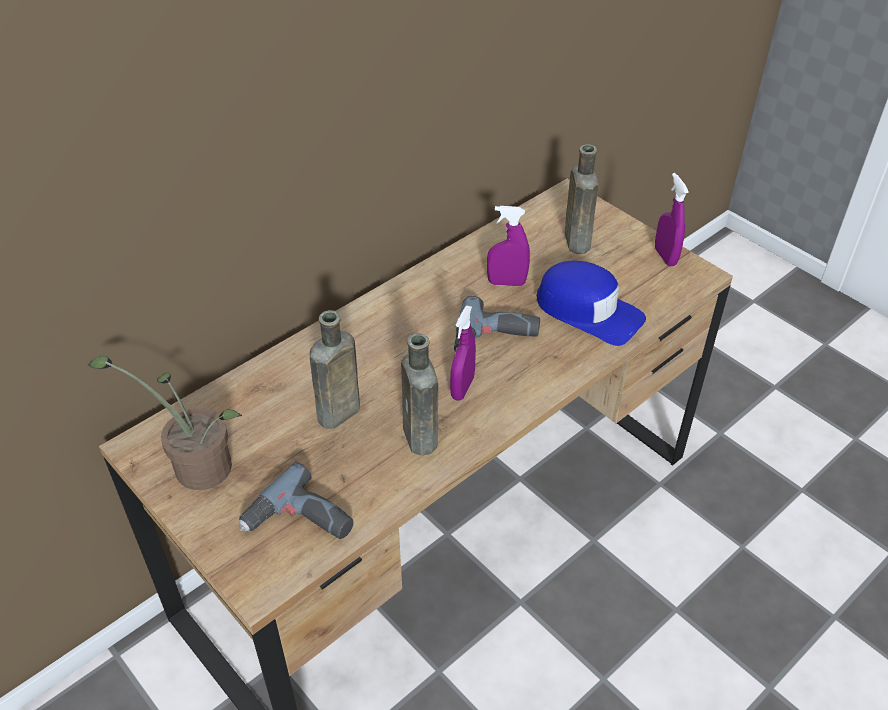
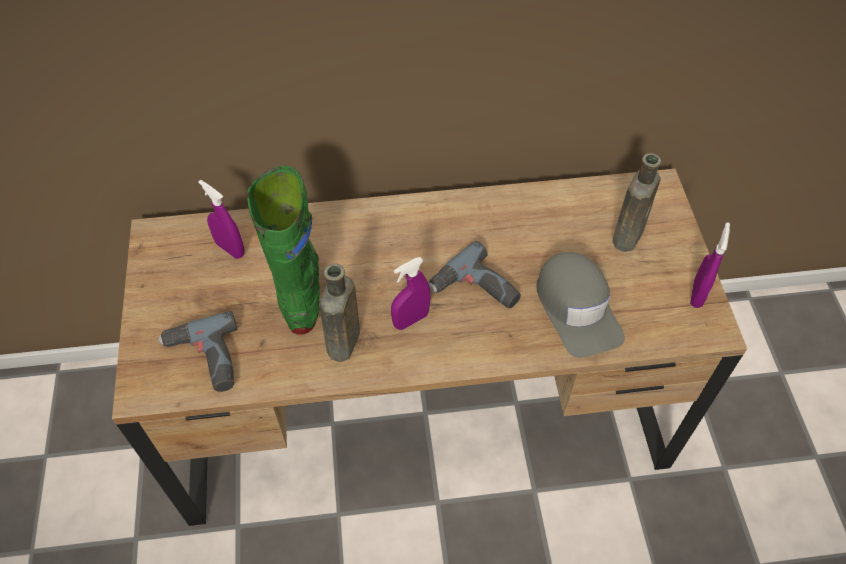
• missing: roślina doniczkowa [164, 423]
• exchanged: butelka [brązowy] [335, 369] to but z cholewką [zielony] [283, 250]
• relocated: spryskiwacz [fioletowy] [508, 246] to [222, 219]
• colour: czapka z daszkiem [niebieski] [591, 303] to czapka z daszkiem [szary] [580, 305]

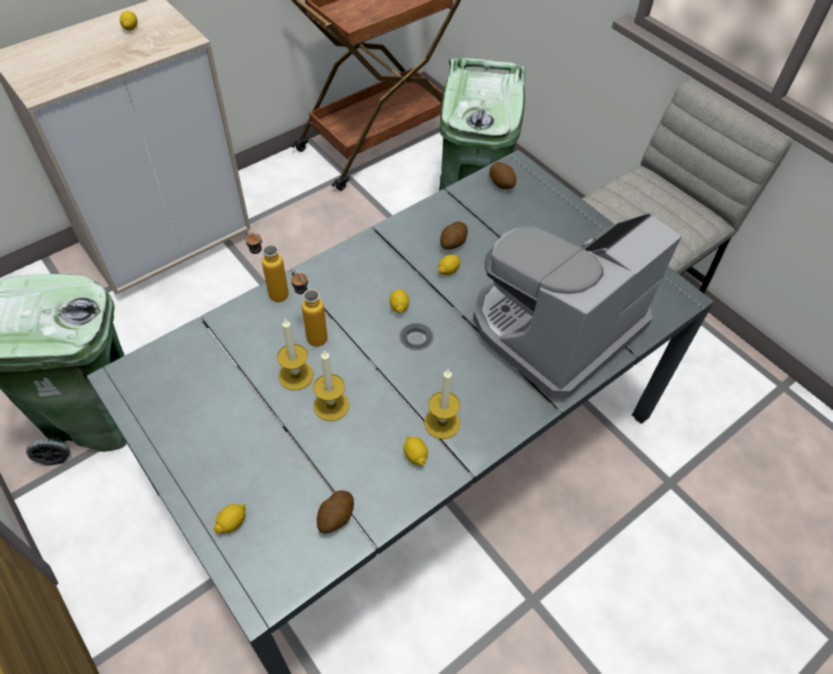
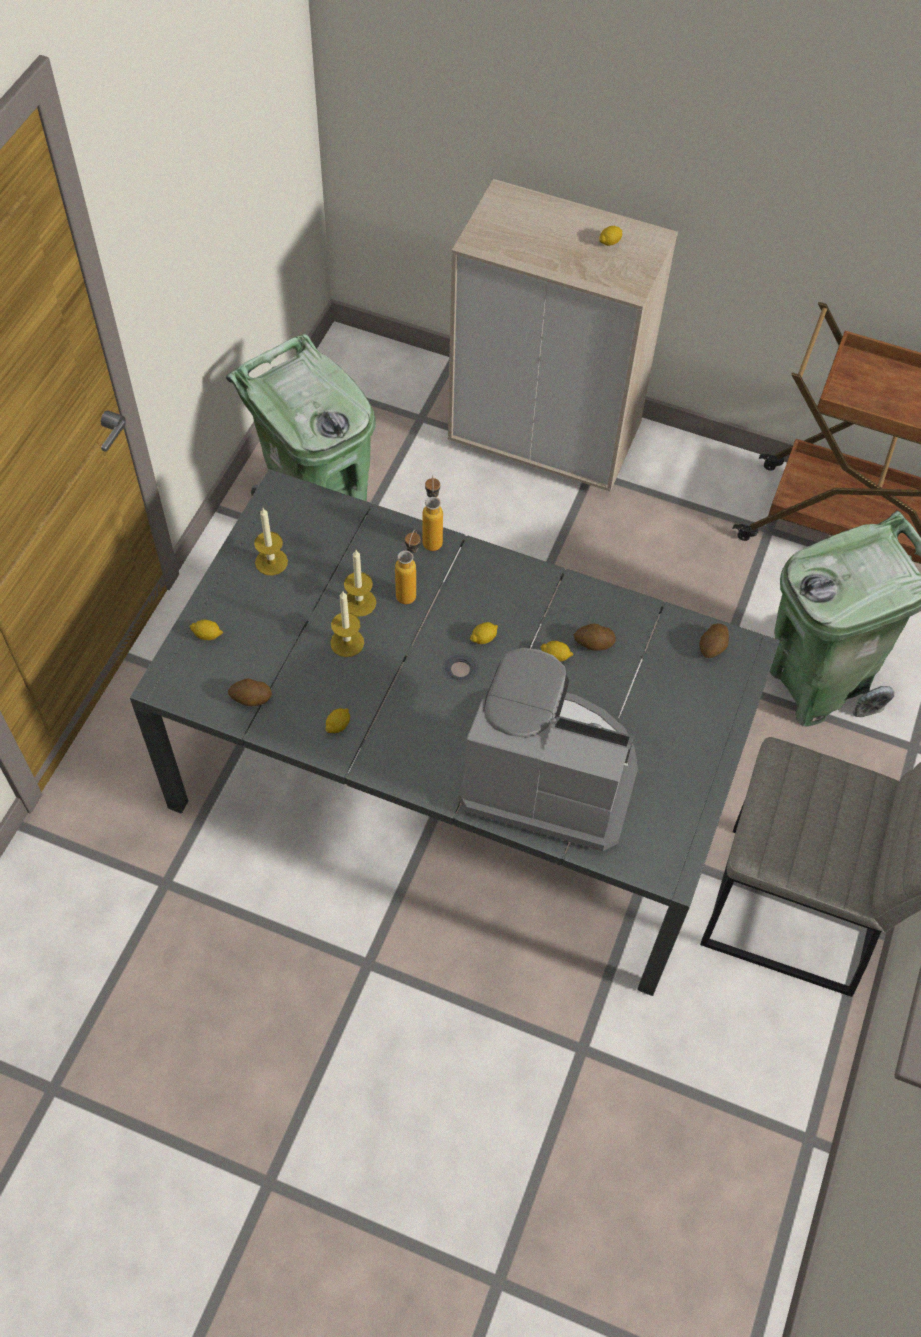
• relocated: świeca [442, 404] to [271, 541]

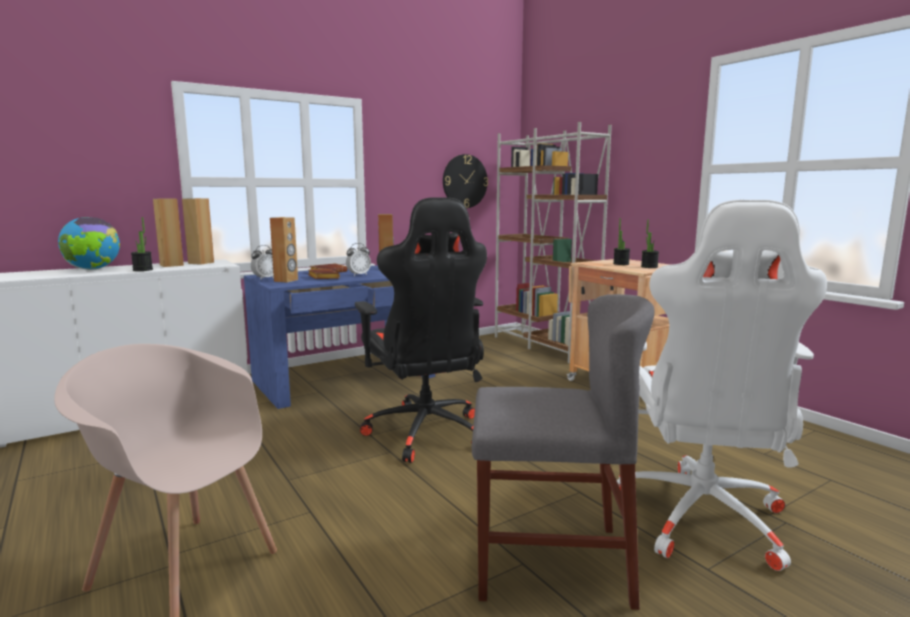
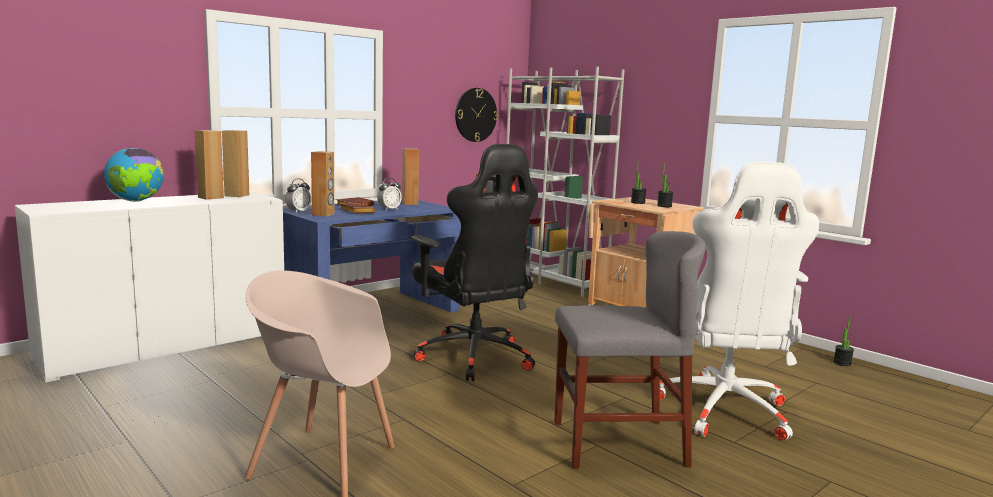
• relocated: roślina doniczkowa [142, 244] to [843, 341]
• colour: regał [brązowy] [553, 243] to regał [biały] [565, 182]

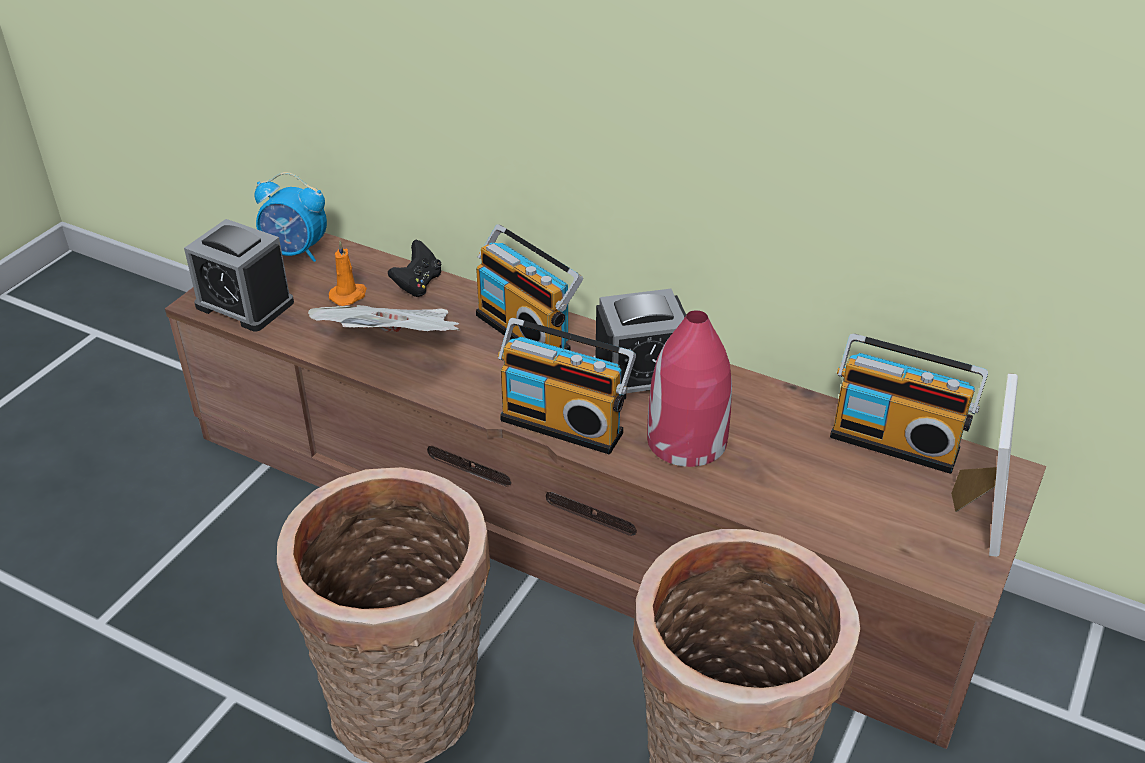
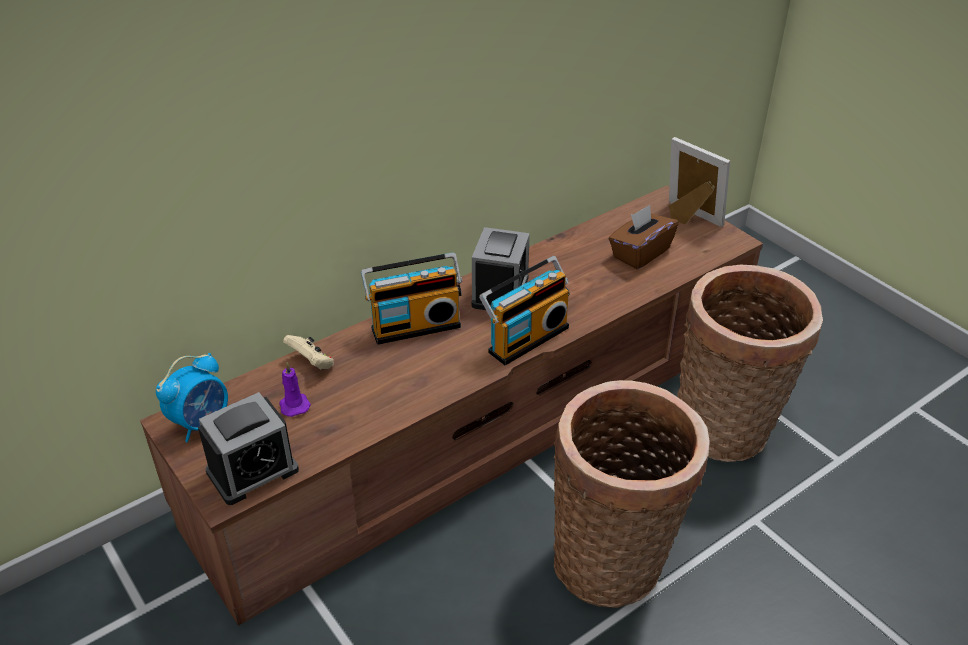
• missing: gazeta [384, 318]
• colour: świeca [pomarańczowy] [348, 273] to świeca [fioletowy] [295, 389]
• colour: pad do gier [czarny] [414, 268] to pad do gier [beżowy] [308, 352]
• missing: wazon [czerwony] [689, 388]
• missing: radio [909, 404]
• appeared: pudełko chusteczek [brązowy] [643, 237]

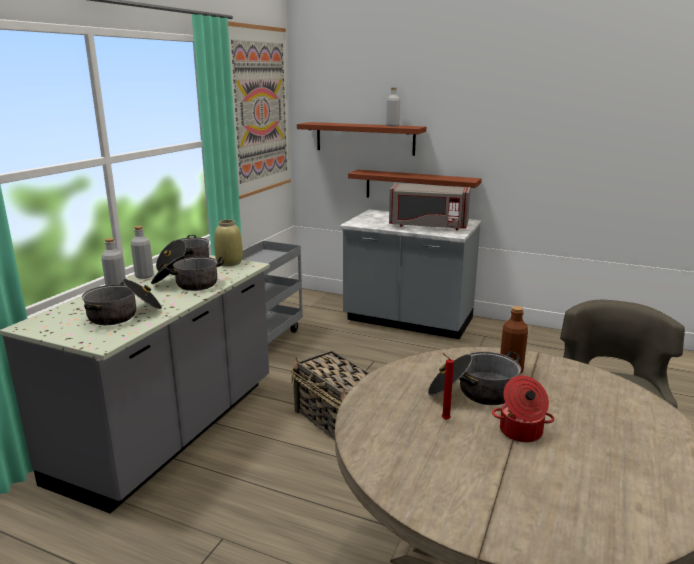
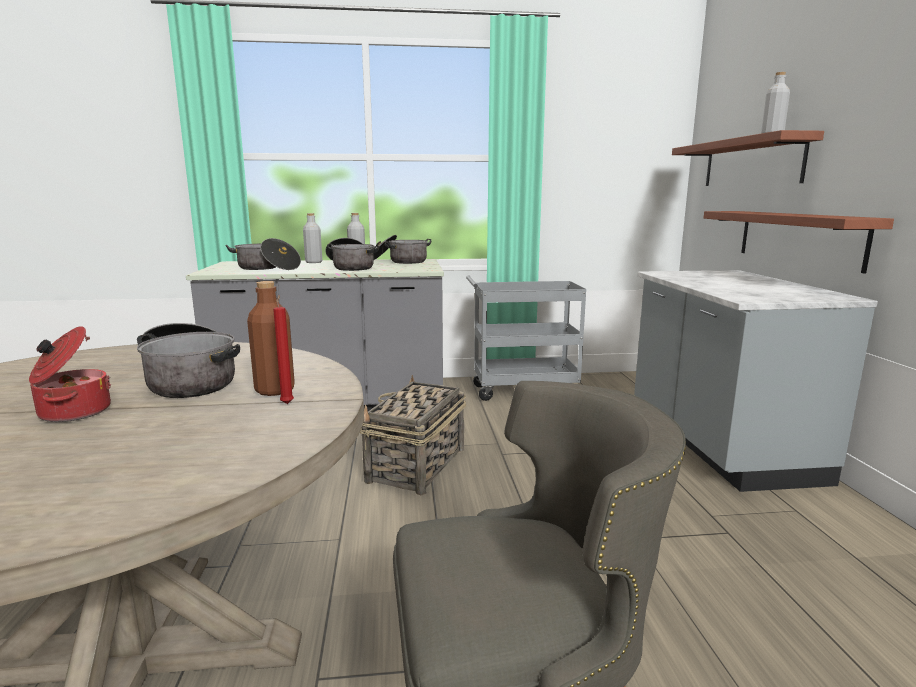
• missing: wazon [beżowy] [228, 243]
• missing: obraz [259, 110]
• missing: mikrofalówka [szary] [430, 207]
• relocated: świeca [czerwony] [448, 386] to [283, 349]

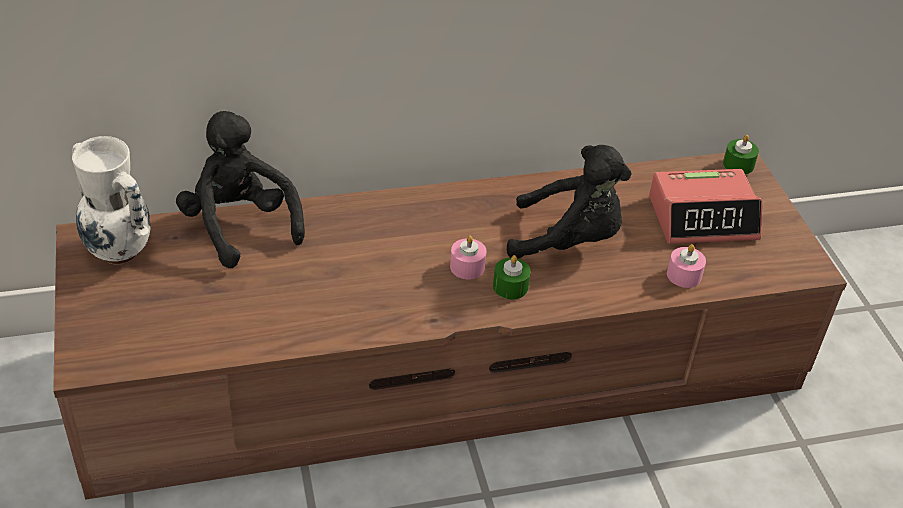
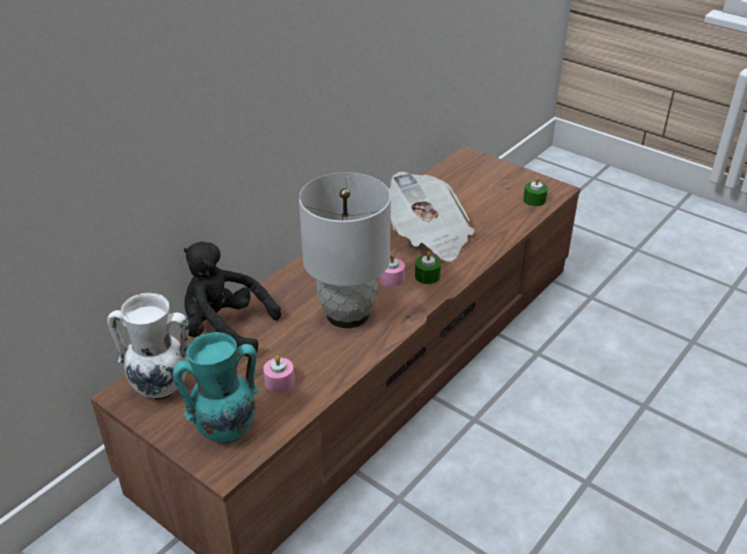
• exchanged: pluszak [czarny] [569, 202] to gazeta [431, 216]
• missing: budzik [705, 206]
• relocated: świeca [różowy] [686, 266] to [278, 374]
• relocated: świeca [zielony] [741, 154] to [535, 191]
• appeared: wazon [turkusowy] [216, 388]
• appeared: lampa stołowa [biały] [345, 250]

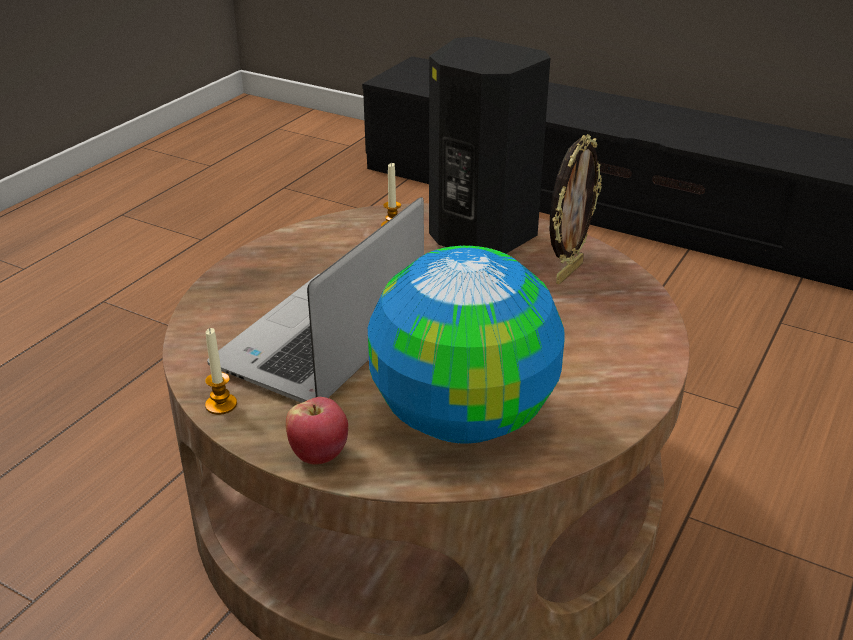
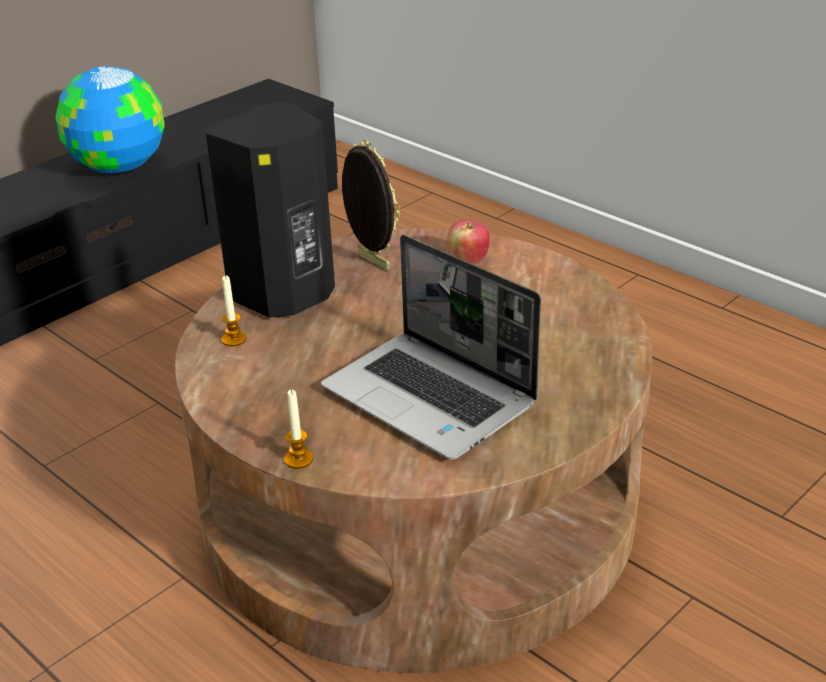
• relocated: świeca [221, 371] to [298, 429]
• relocated: jabłko [317, 430] to [469, 242]
• relocated: globus [466, 345] to [110, 119]

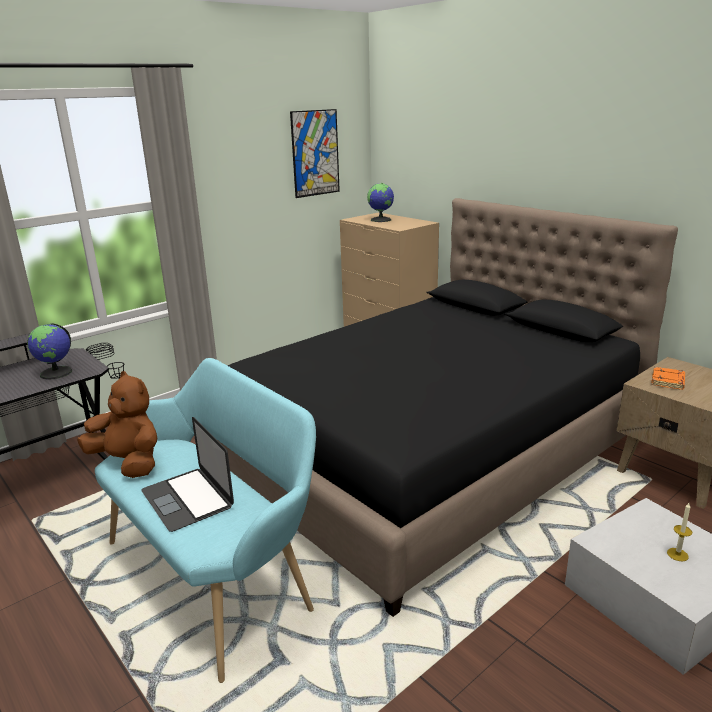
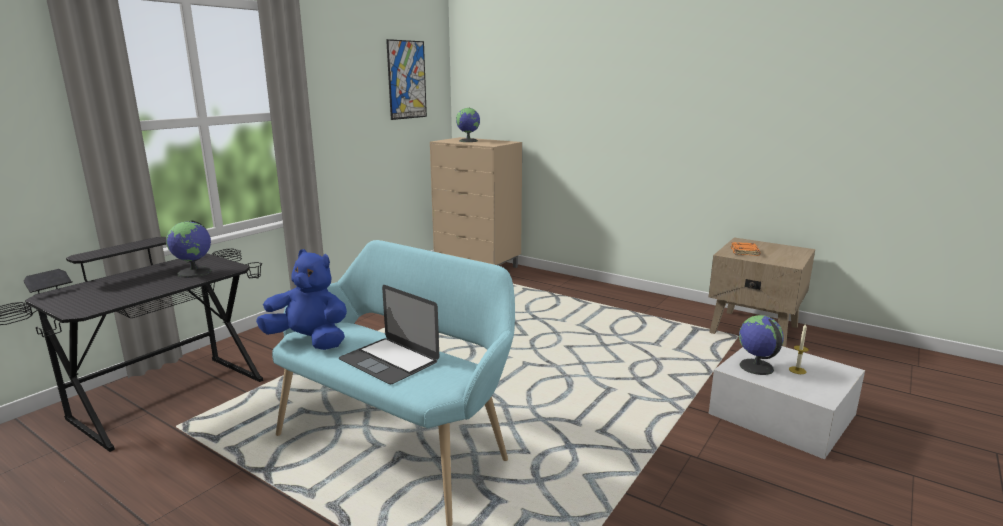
• colour: pluszak [brązowy] [117, 424] to pluszak [niebieski] [301, 299]
• missing: łóżko [czarny] [448, 407]
• appeared: globus [761, 345]

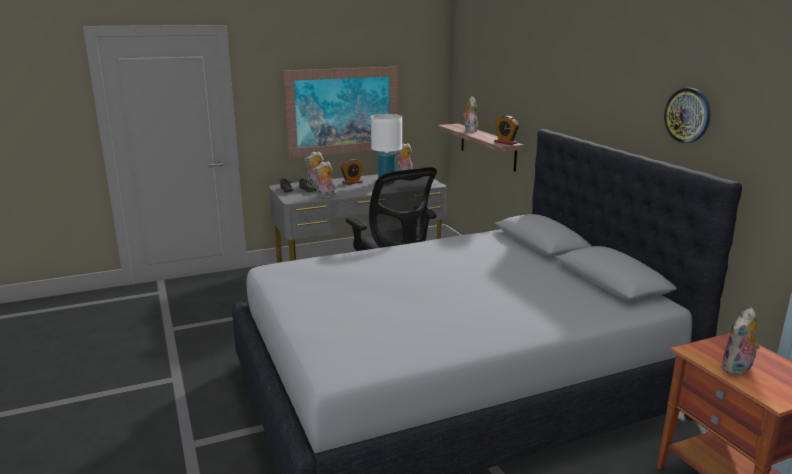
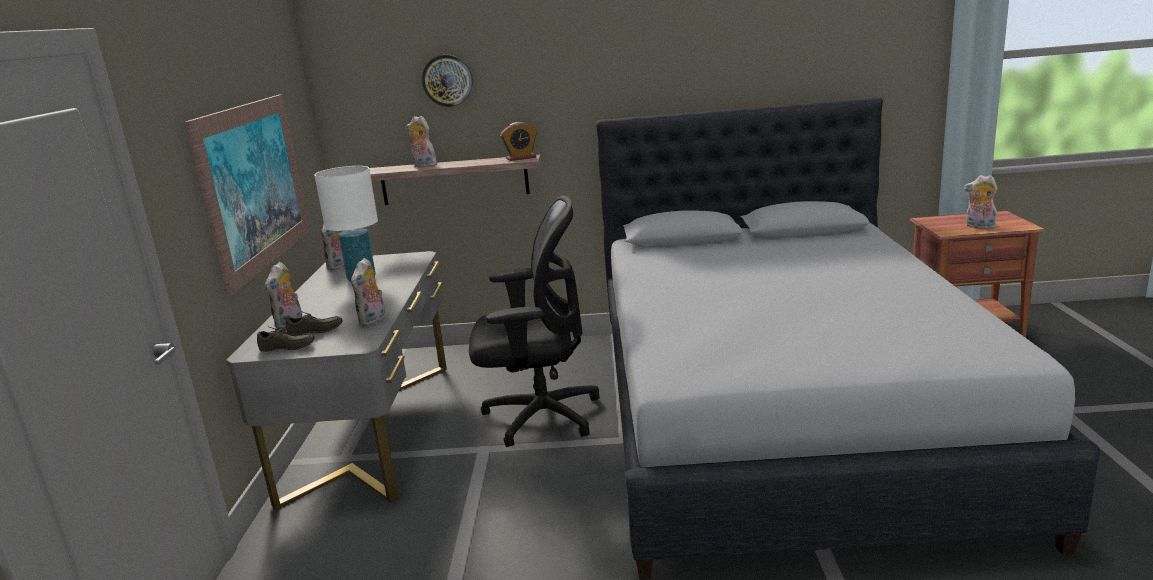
• missing: budzik [352, 172]
• relocated: zegar ścienny [687, 115] to [447, 81]
• spun: pluszak [740, 341] = [981, 202] 135 degrees clockwise

